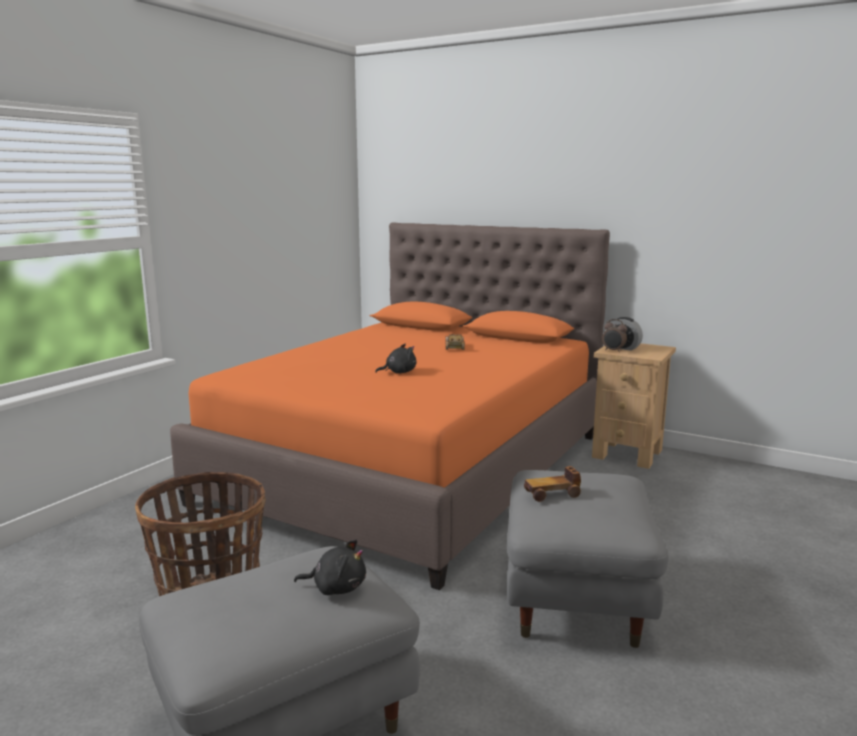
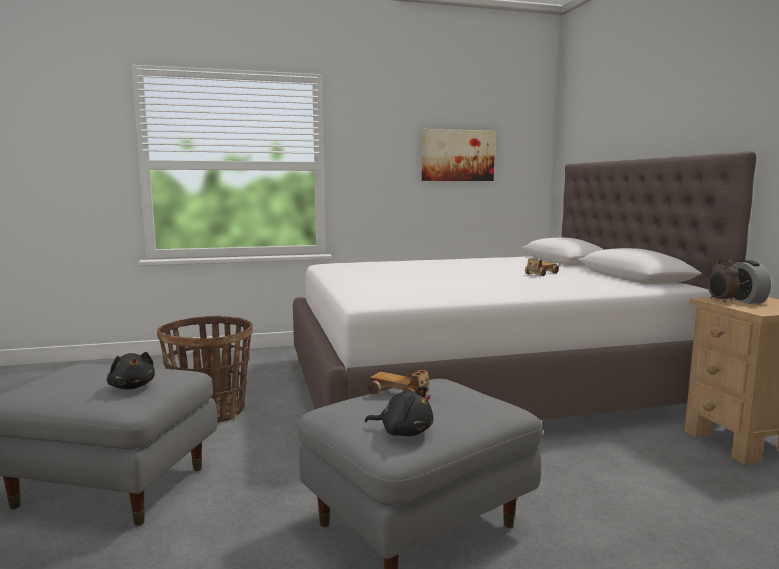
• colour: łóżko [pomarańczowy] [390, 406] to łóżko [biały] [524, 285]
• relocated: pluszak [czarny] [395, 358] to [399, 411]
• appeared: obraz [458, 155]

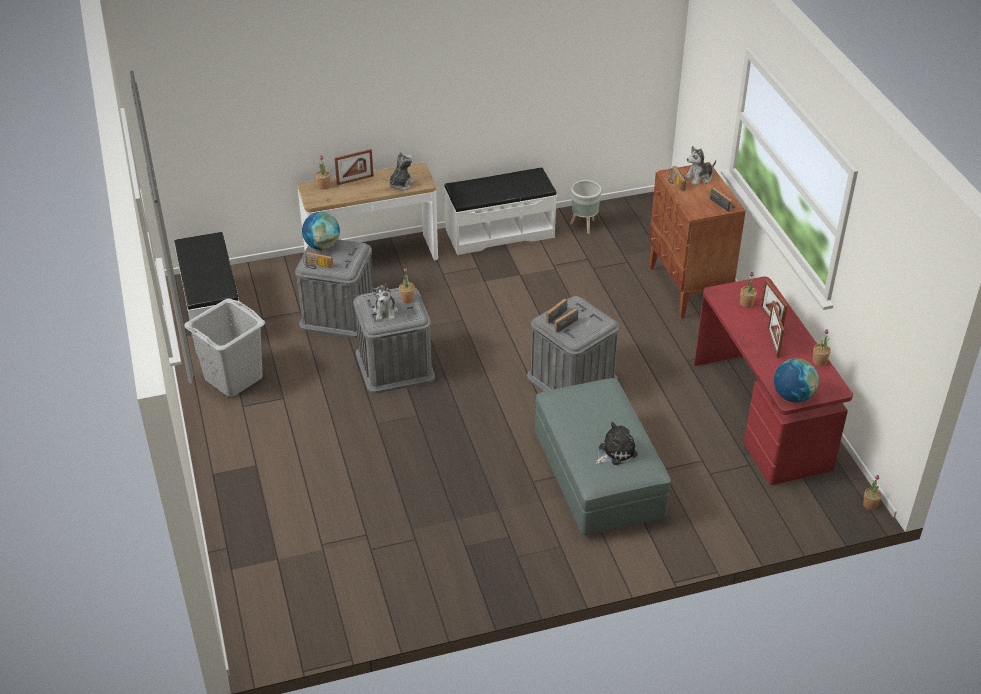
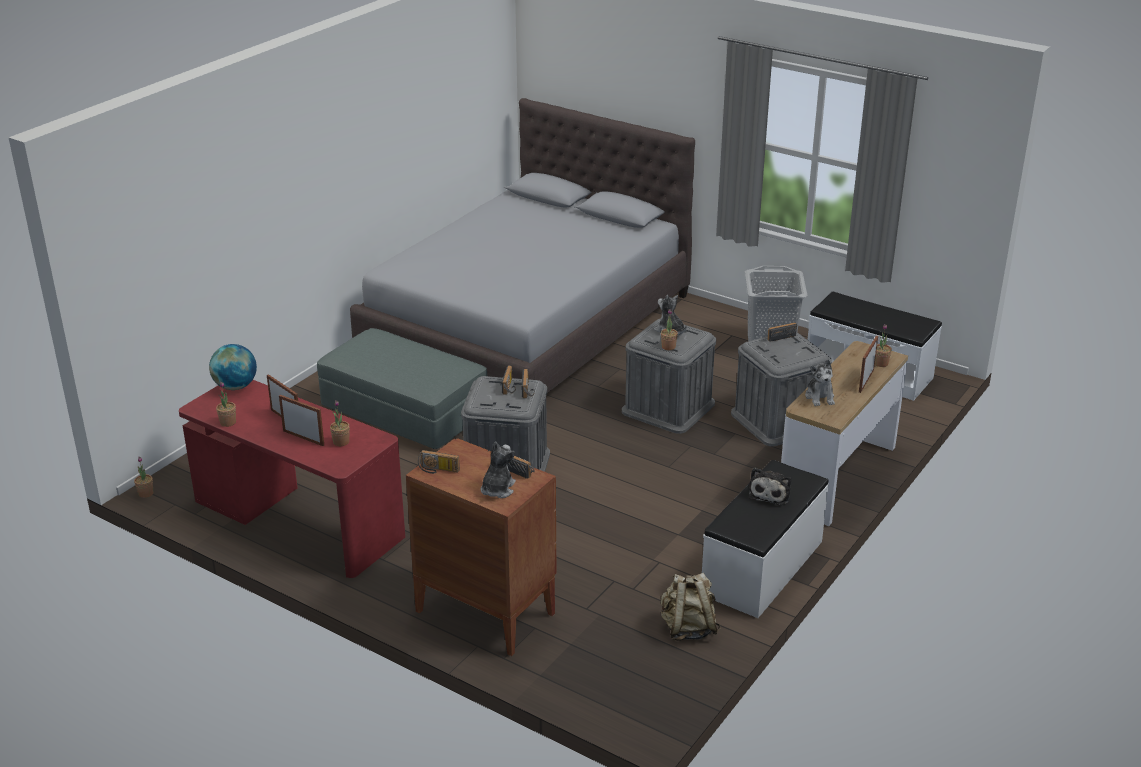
• missing: globus [321, 231]
• exchanged: donica [szary] [586, 207] to plecak [beżowy] [691, 607]
• relocated: pluszak [616, 443] to [770, 486]
• appeared: łóżko [szary] [522, 245]

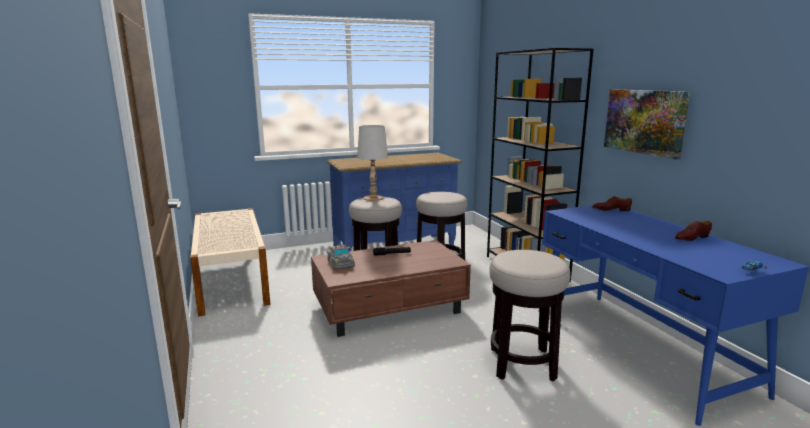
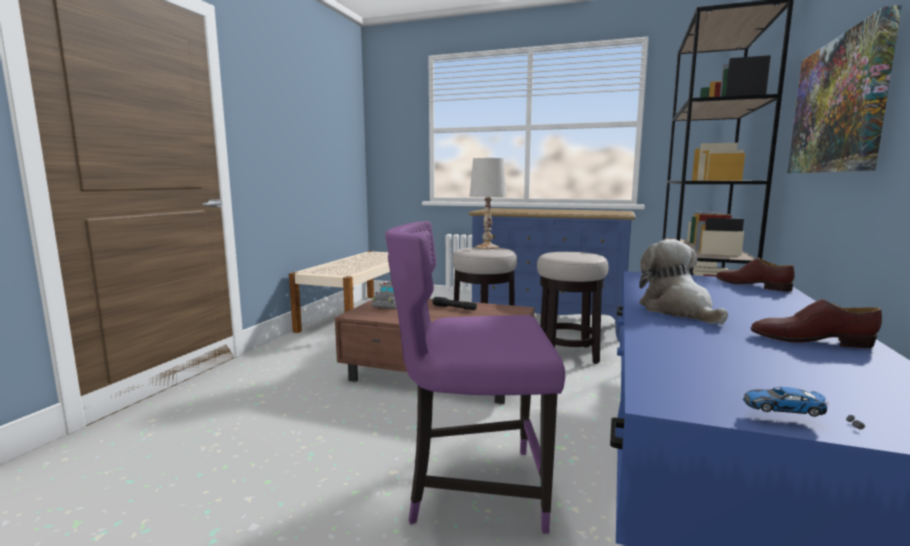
• exchanged: stołek [529, 316] to krzesło [fioletowy] [475, 377]
• appeared: pluszak [683, 282]

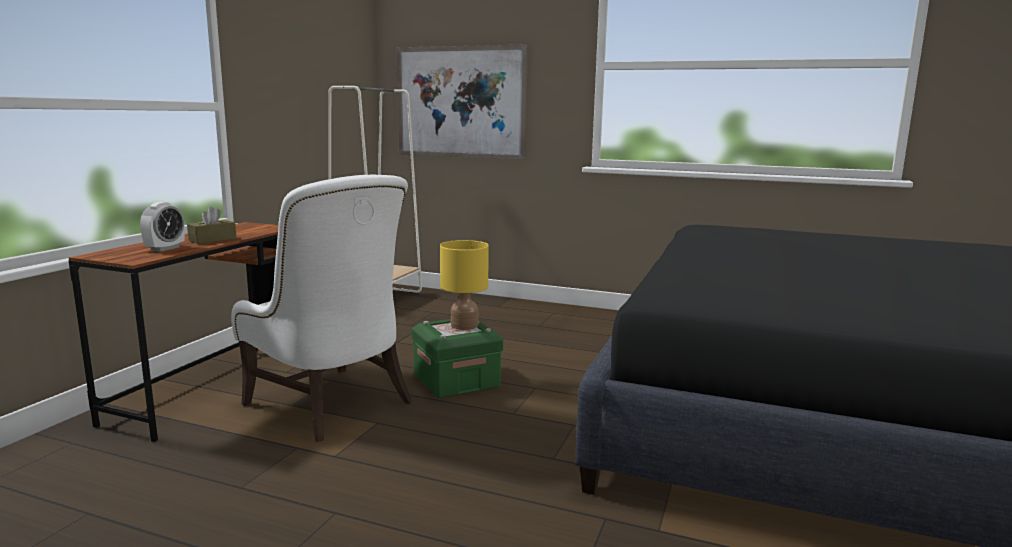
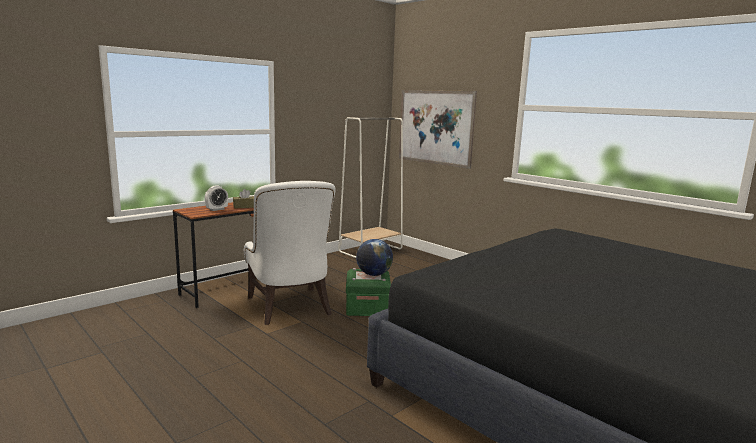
• exchanged: lampa stołowa [żółty] [464, 285] to globus [374, 257]

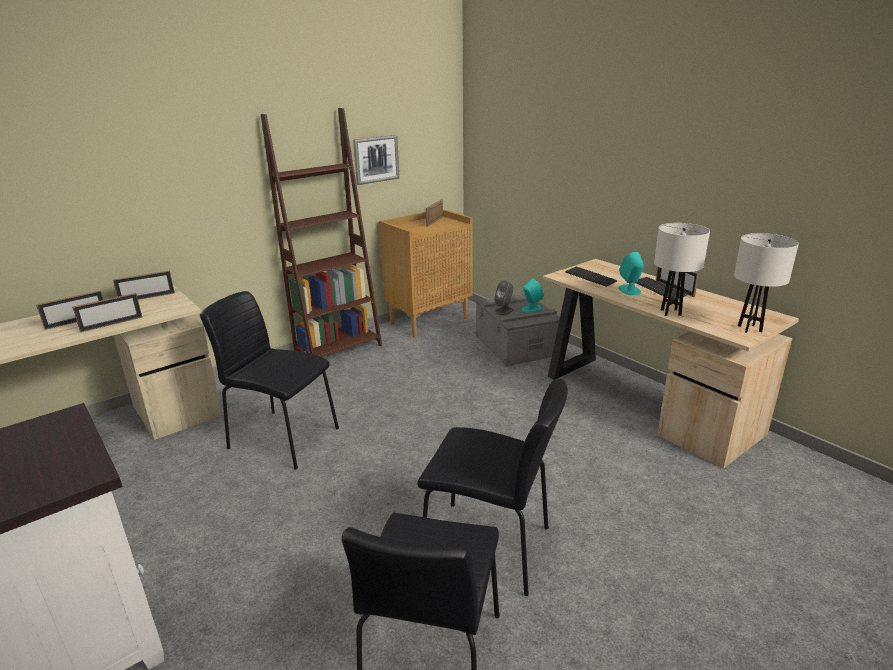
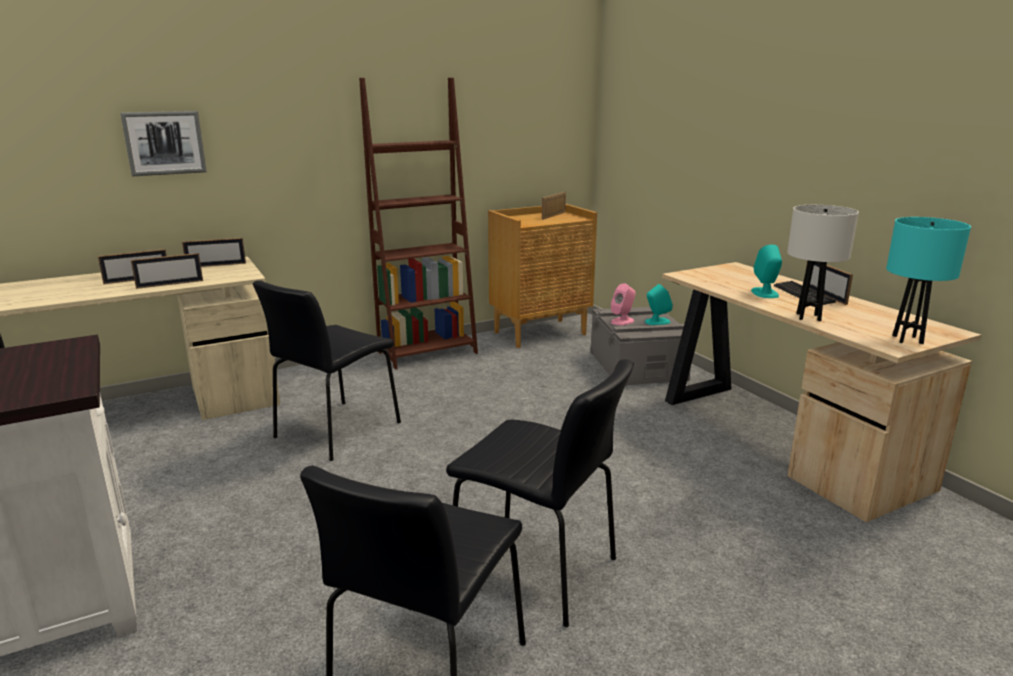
• spun: krzesło [czarny] [269, 380] = [327, 370] 90 degrees counterclockwise
• relocated: obraz [376, 160] to [163, 143]
• colour: głośnik [szary] [504, 297] to głośnik [różowy] [623, 304]
• missing: klawiatura [591, 276]
• colour: lampa stołowa [biały] [766, 283] to lampa stołowa [turkusowy] [928, 280]

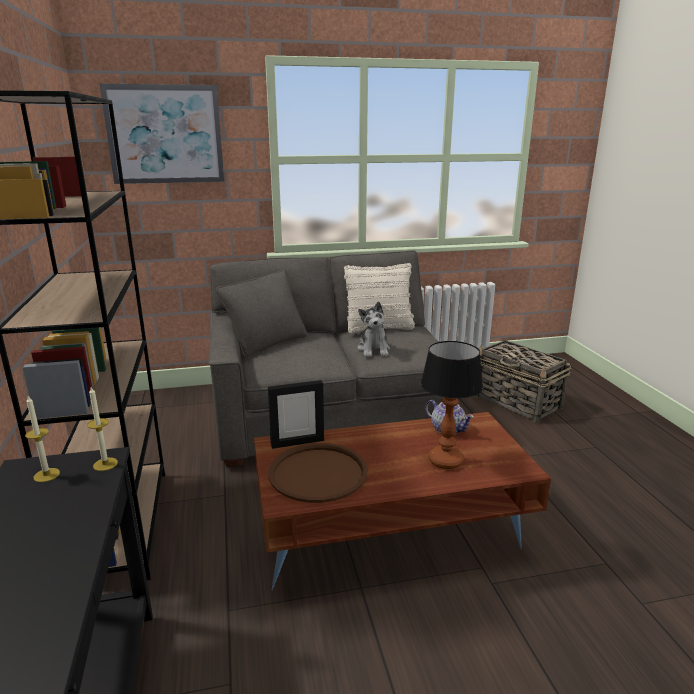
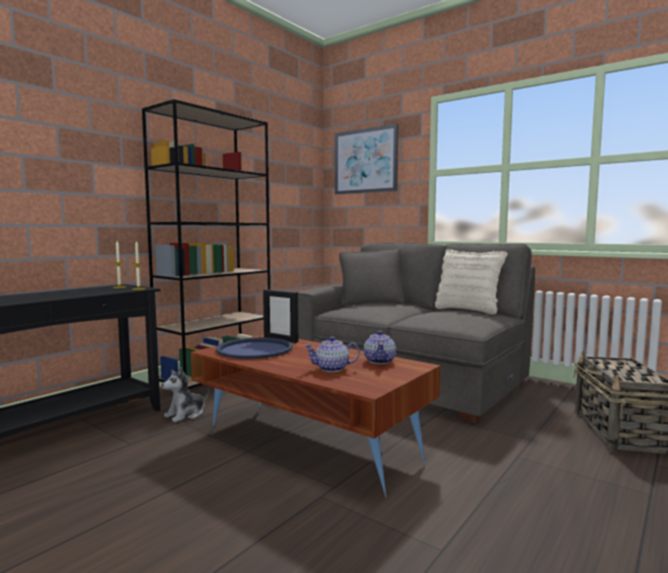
• colour: taca [brązowy] [318, 473] to taca [niebieski] [254, 348]
• relocated: pluszak [373, 329] to [185, 394]
• exchanged: lampa stołowa [452, 405] to imbryk [332, 354]

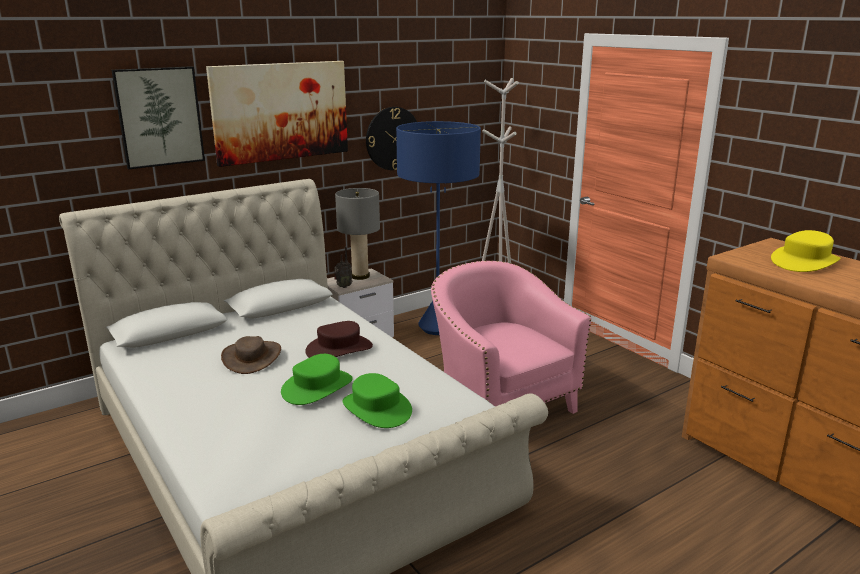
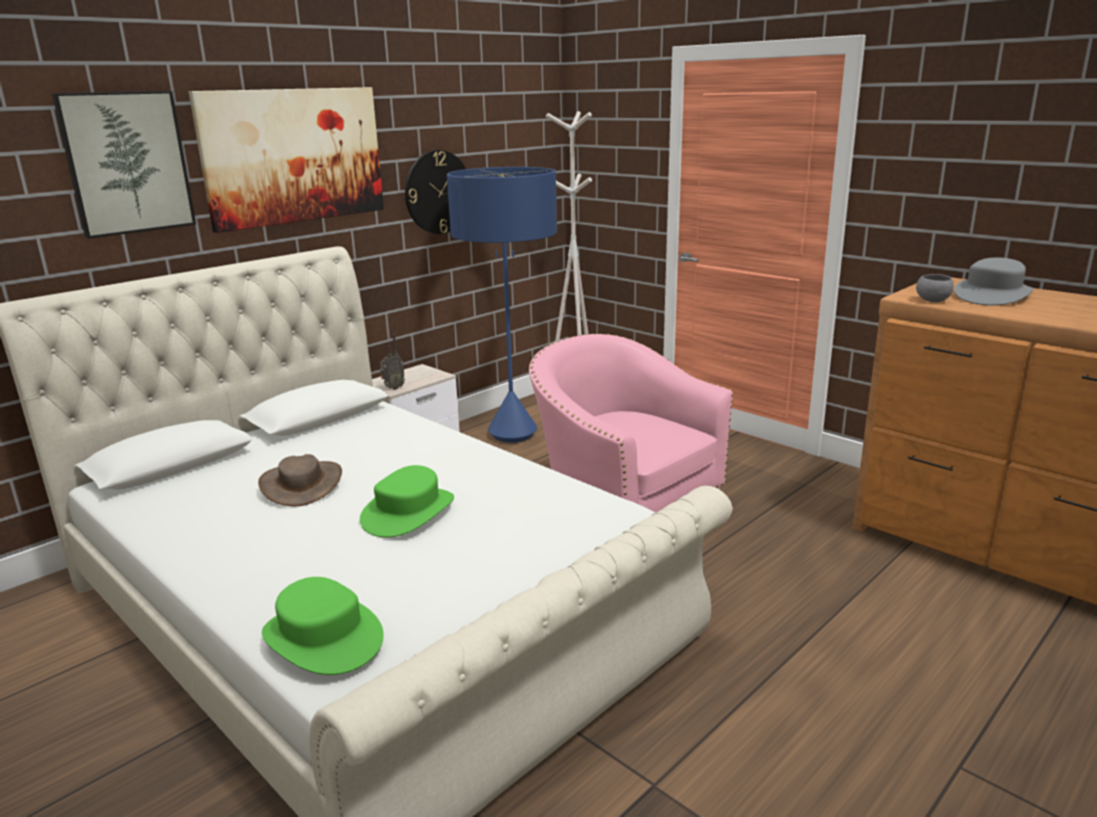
• missing: kapelusz [brązowy] [339, 339]
• missing: lampa stołowa [szary] [357, 234]
• relocated: kapelusz [zielony] [377, 400] to [323, 626]
• colour: kapelusz [żółty] [806, 251] to kapelusz [szary] [994, 281]
• appeared: miska [szary] [935, 288]

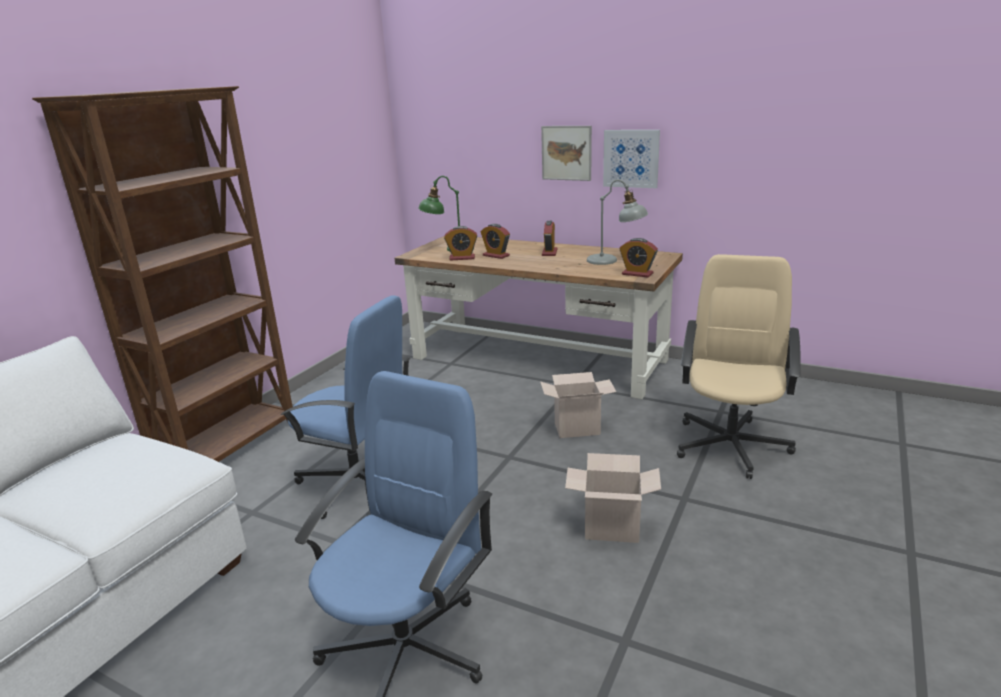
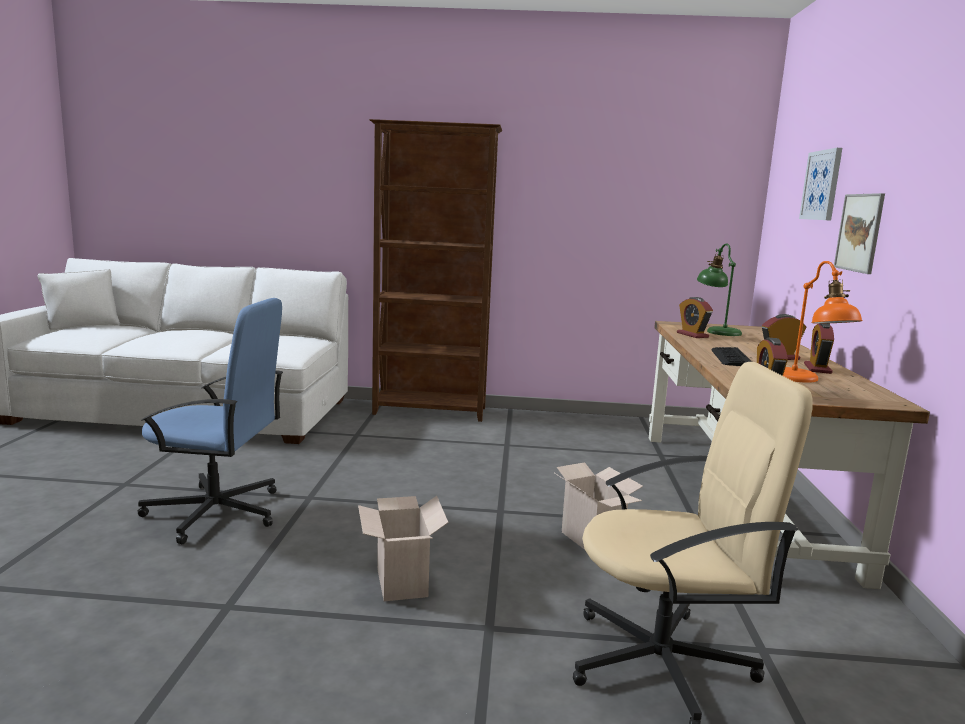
• missing: krzesło biurowe [niebieski] [345, 407]
• relocated: budzik [495, 241] to [819, 348]
• colour: lampa stołowa [szary] [617, 222] to lampa stołowa [pomarańczowy] [823, 322]
• relocated: obraz [631, 159] to [820, 184]
• appeared: klawiatura [731, 356]

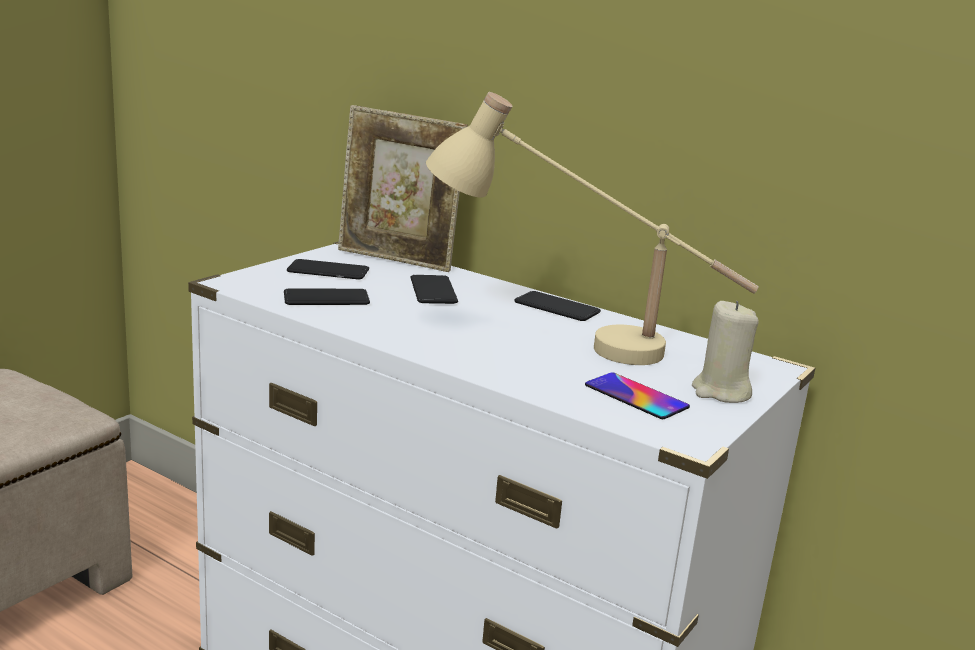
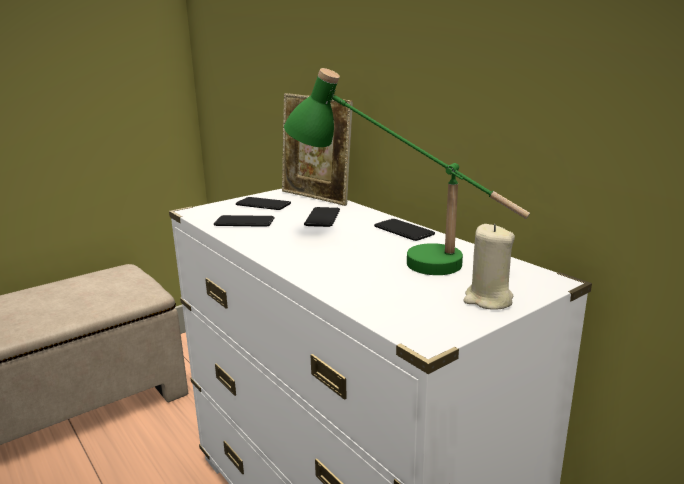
• colour: lampa stołowa [beżowy] [592, 228] to lampa stołowa [zielony] [407, 171]
• missing: telefon [637, 395]

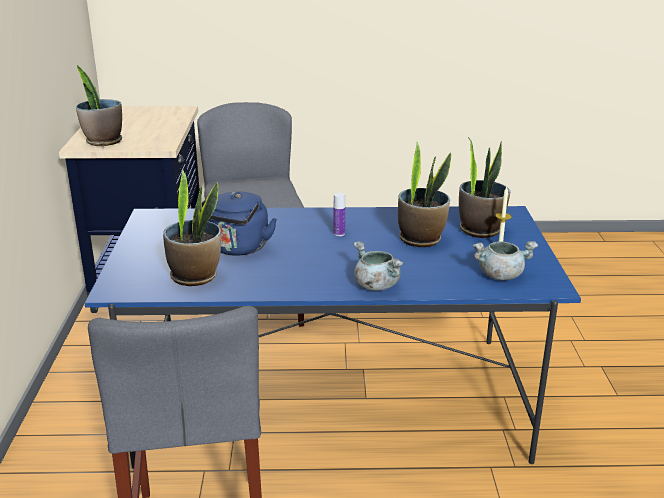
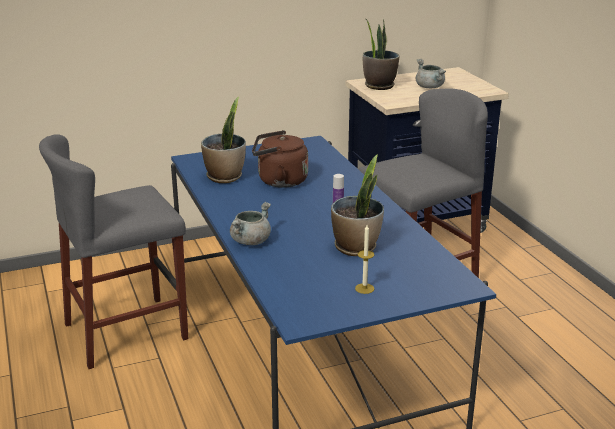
• colour: czajnik [niebieski] [239, 224] to czajnik [brązowy] [280, 159]
• missing: roślina doniczkowa [484, 187]
• relocated: garnek [szary] [505, 260] to [431, 73]

